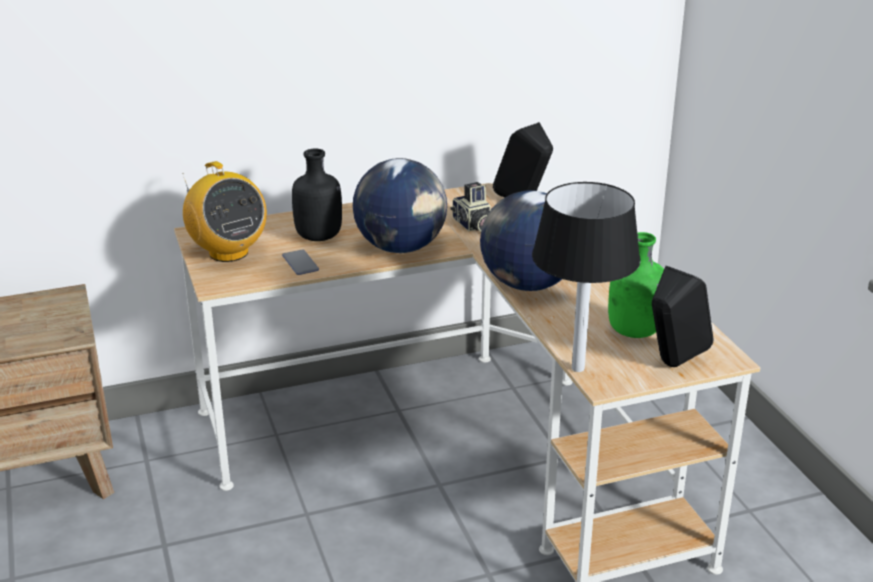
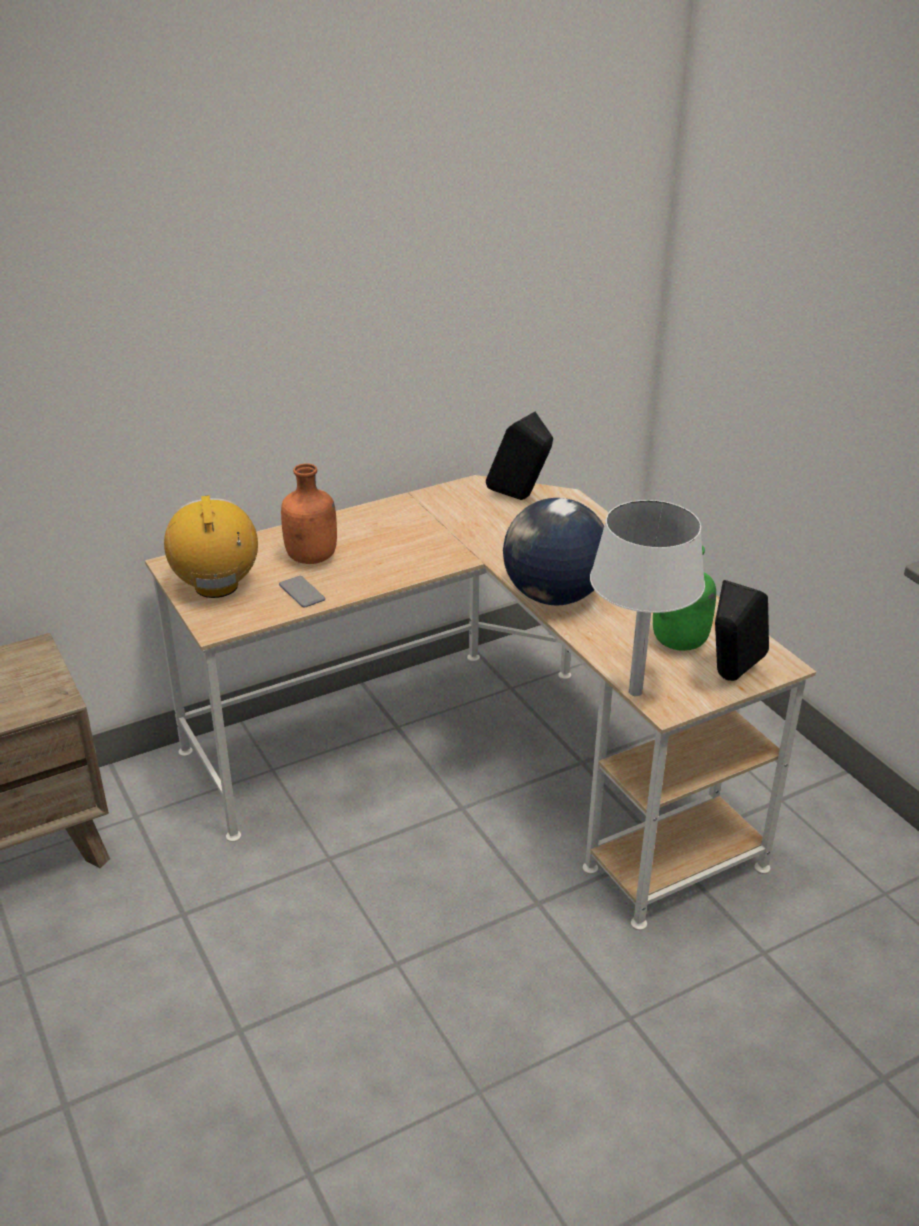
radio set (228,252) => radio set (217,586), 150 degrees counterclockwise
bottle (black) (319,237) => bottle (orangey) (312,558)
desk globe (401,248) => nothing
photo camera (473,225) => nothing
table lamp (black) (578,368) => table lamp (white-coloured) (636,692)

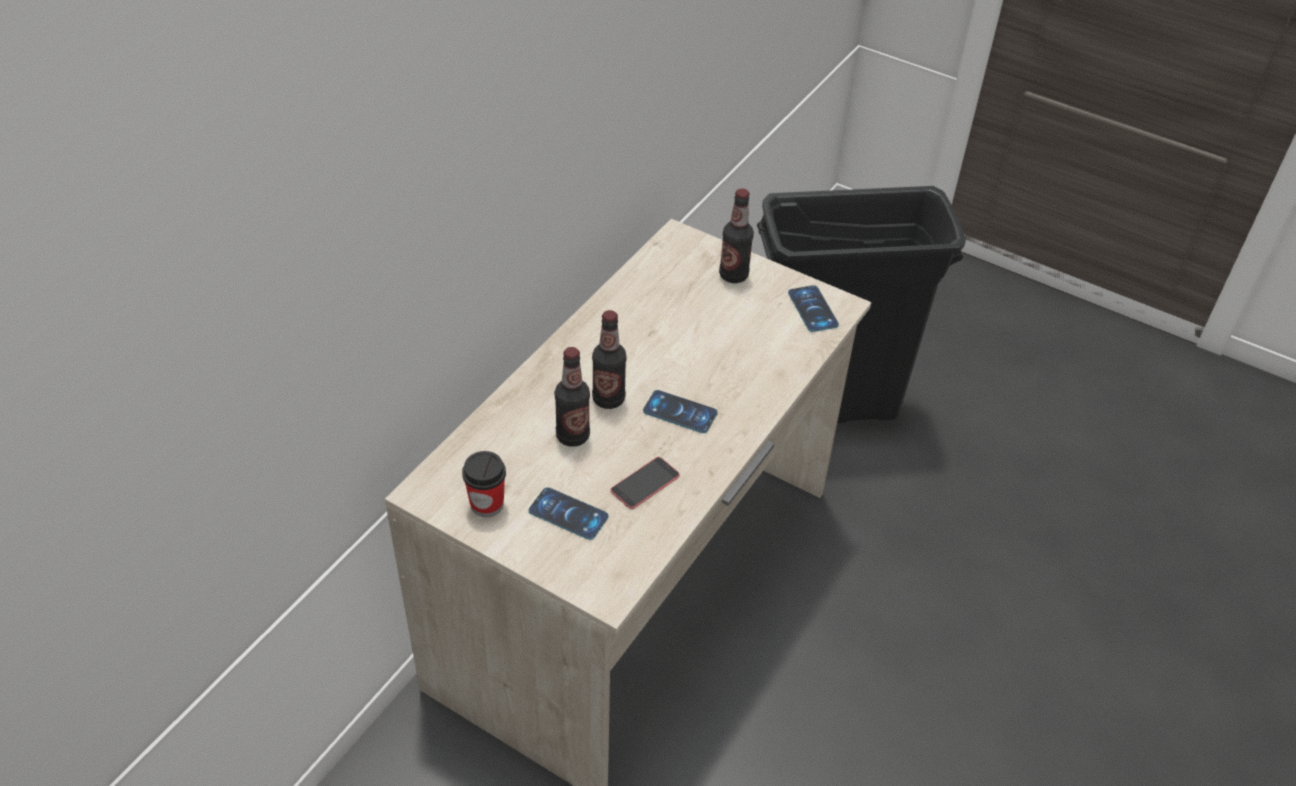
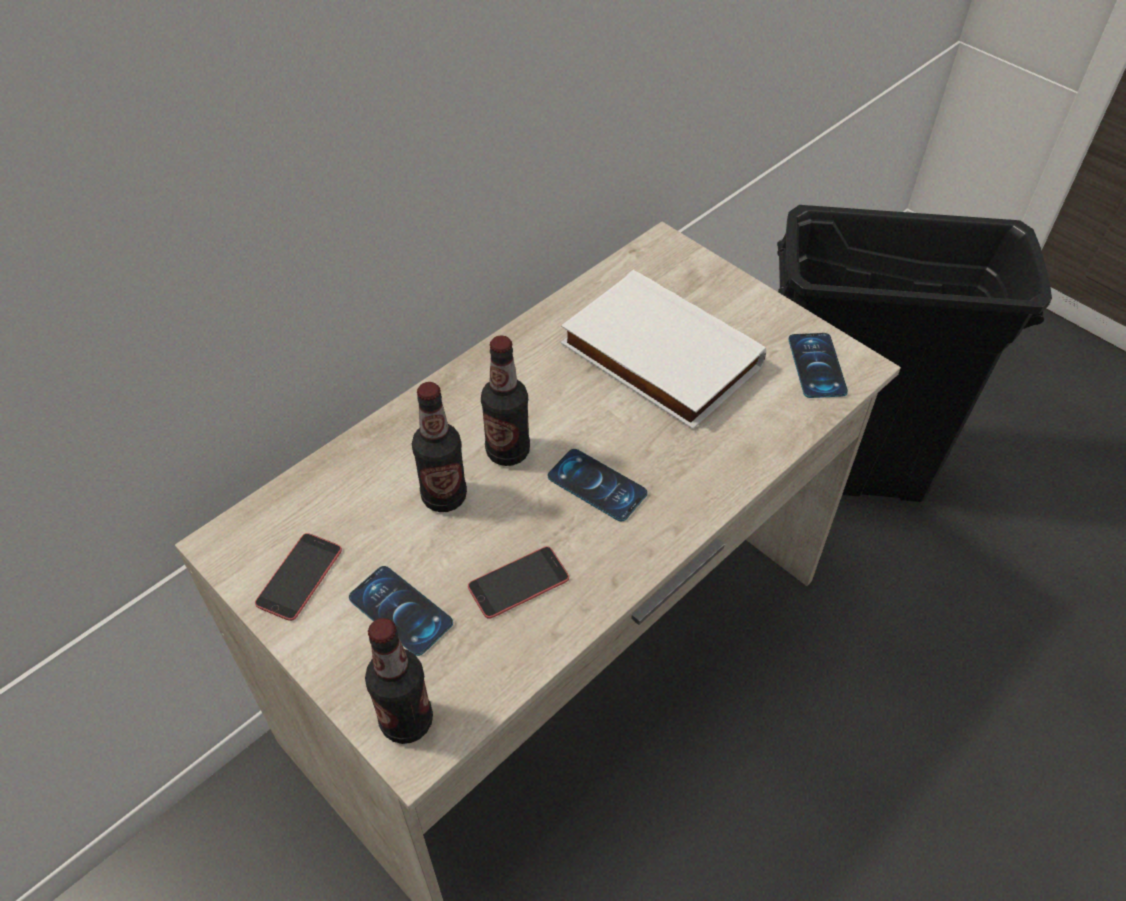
drinking cup (487,504) => telephone (299,576)
bottle (733,275) => bottle (406,721), shifted
nothing => book (white-coloured) (657,357)

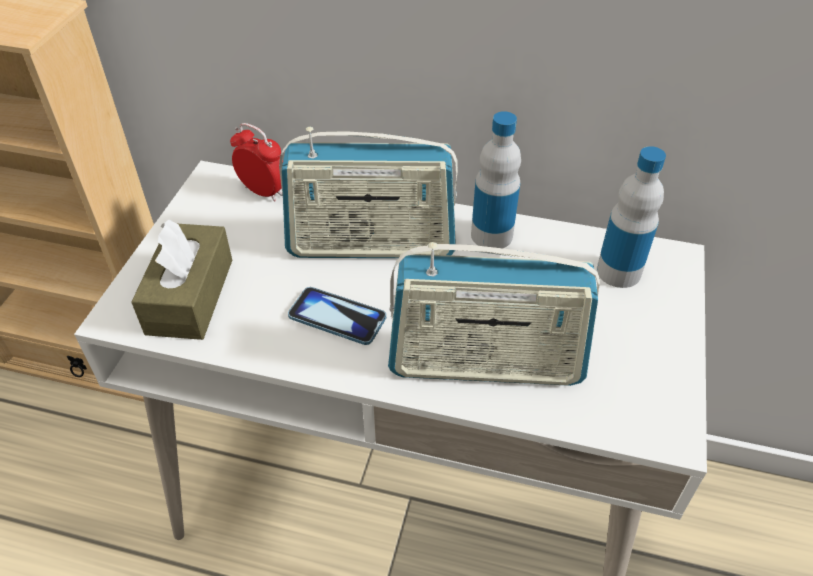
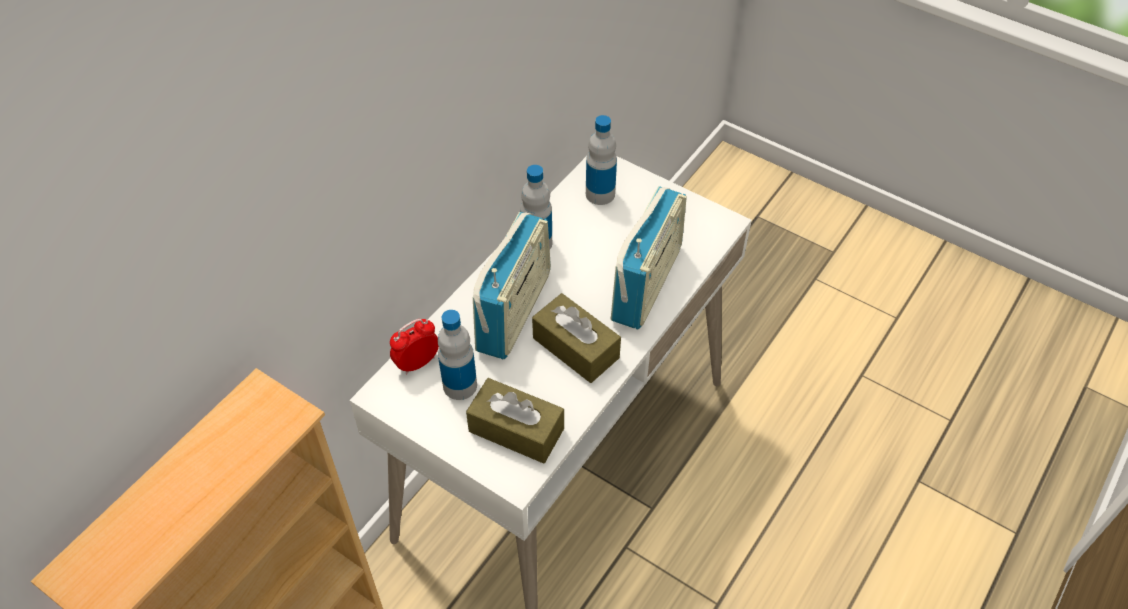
telephone (337,317) => box of tissues (brown) (575,348)
nothing => bottle (460,385)

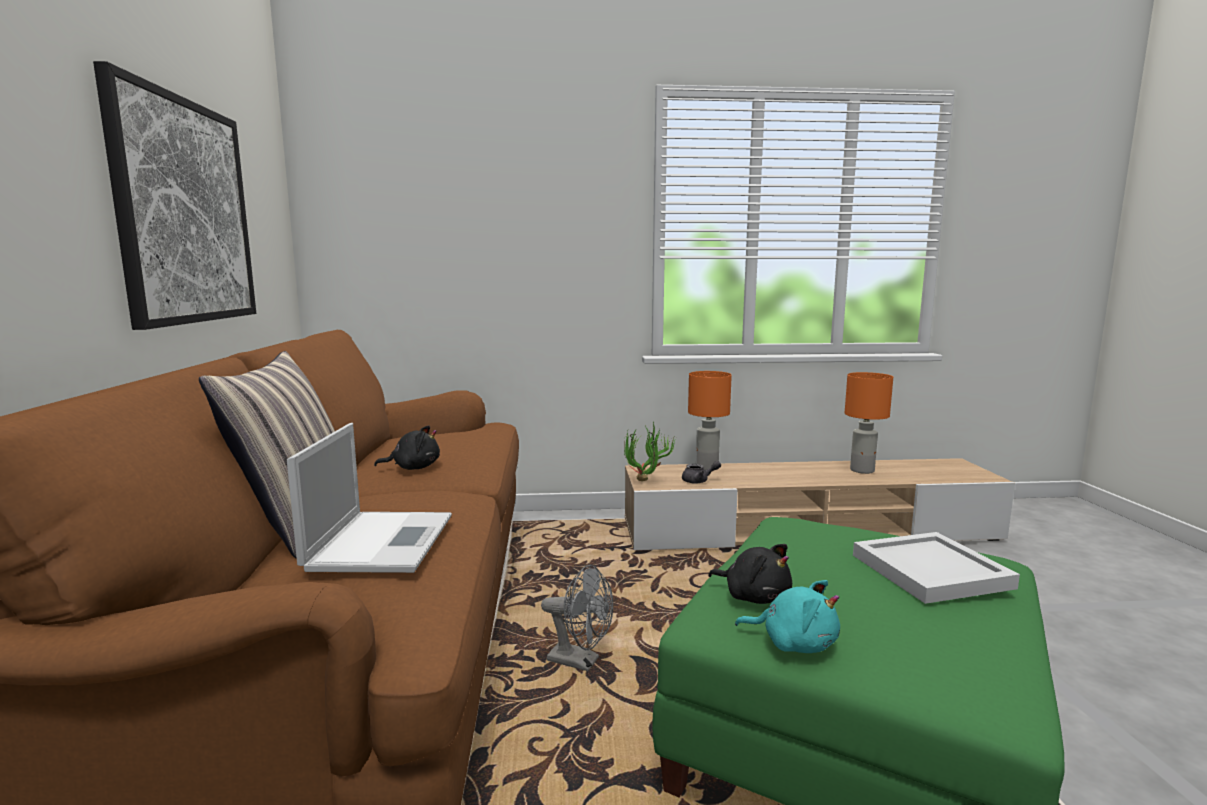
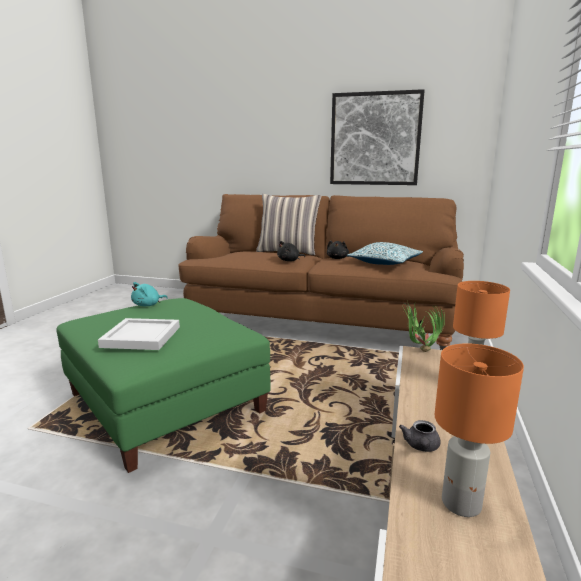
notebook computer (382,541) => nothing
electric fan (greyish) (581,662) => nothing
pot for tea (greyish) (699,481) => pot for tea (greyish) (421,447), shifted
cuddly toy (black) (754,596) => cuddly toy (black) (289,260), shifted
nothing => pillow (385,263)

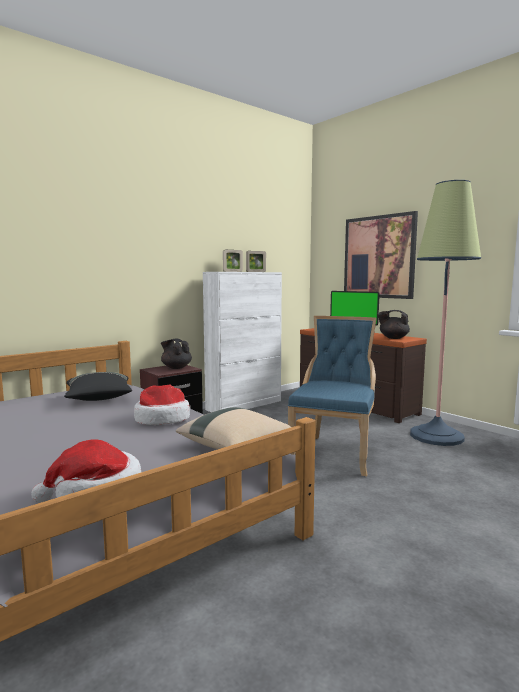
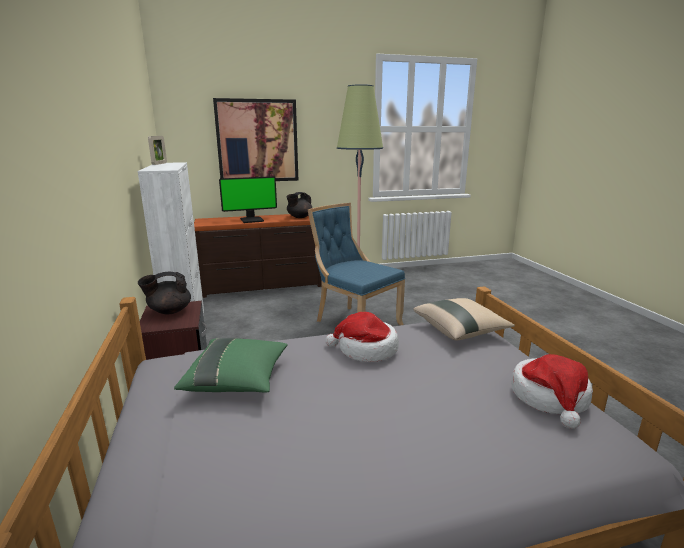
pillow (black) (99,399) => pillow (greenish) (237,380)
picture frame (233,271) => nothing

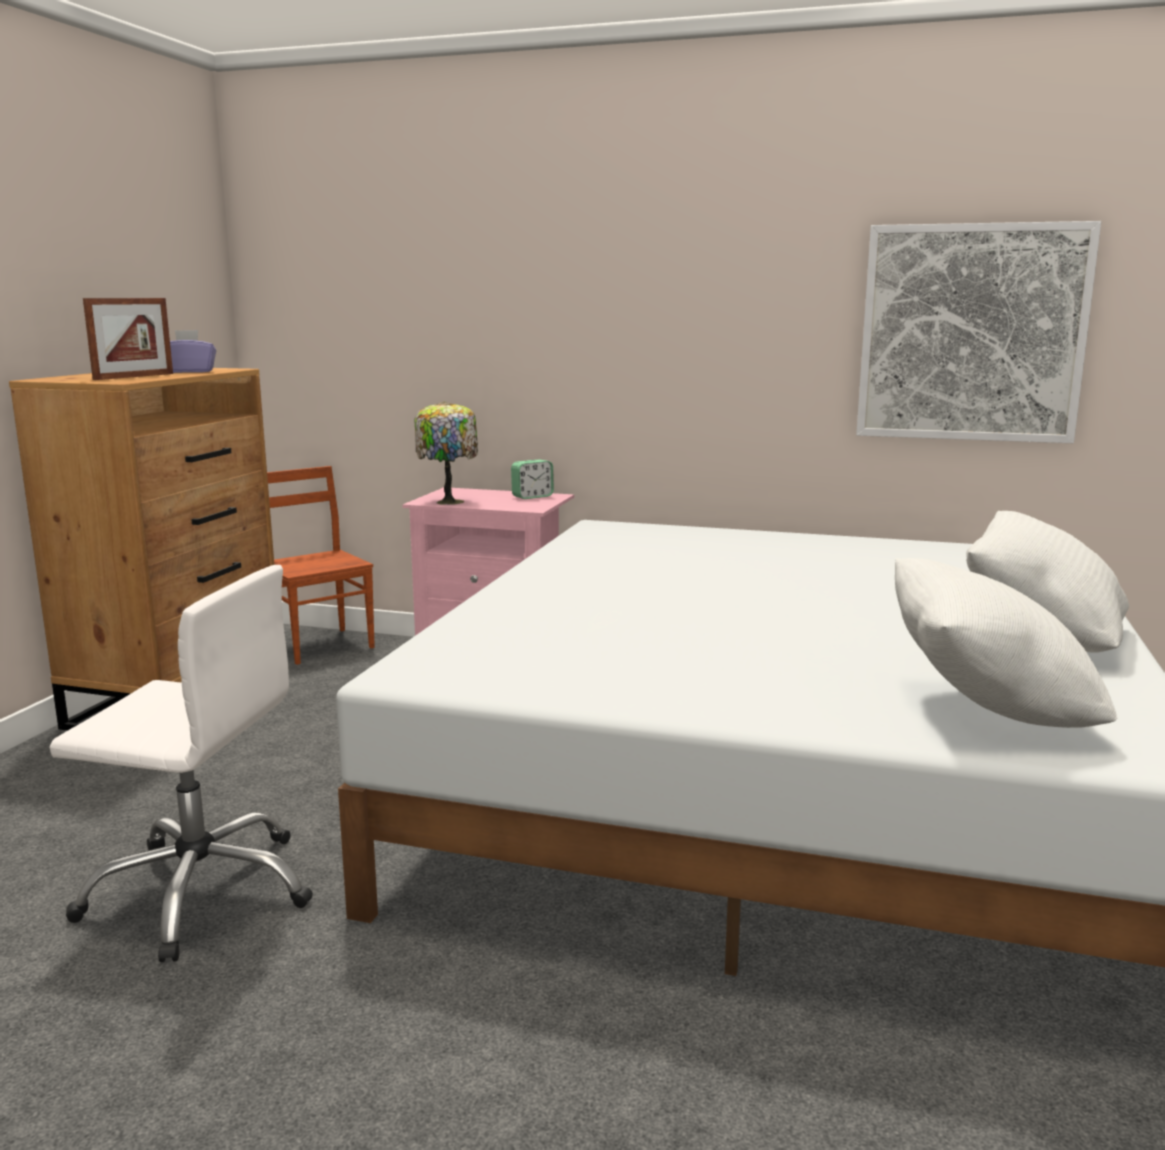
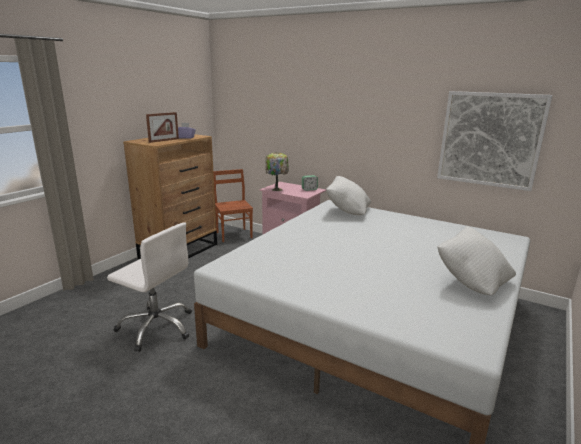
pillow (white-coloured) (986,711) => pillow (white-coloured) (347,211), shifted

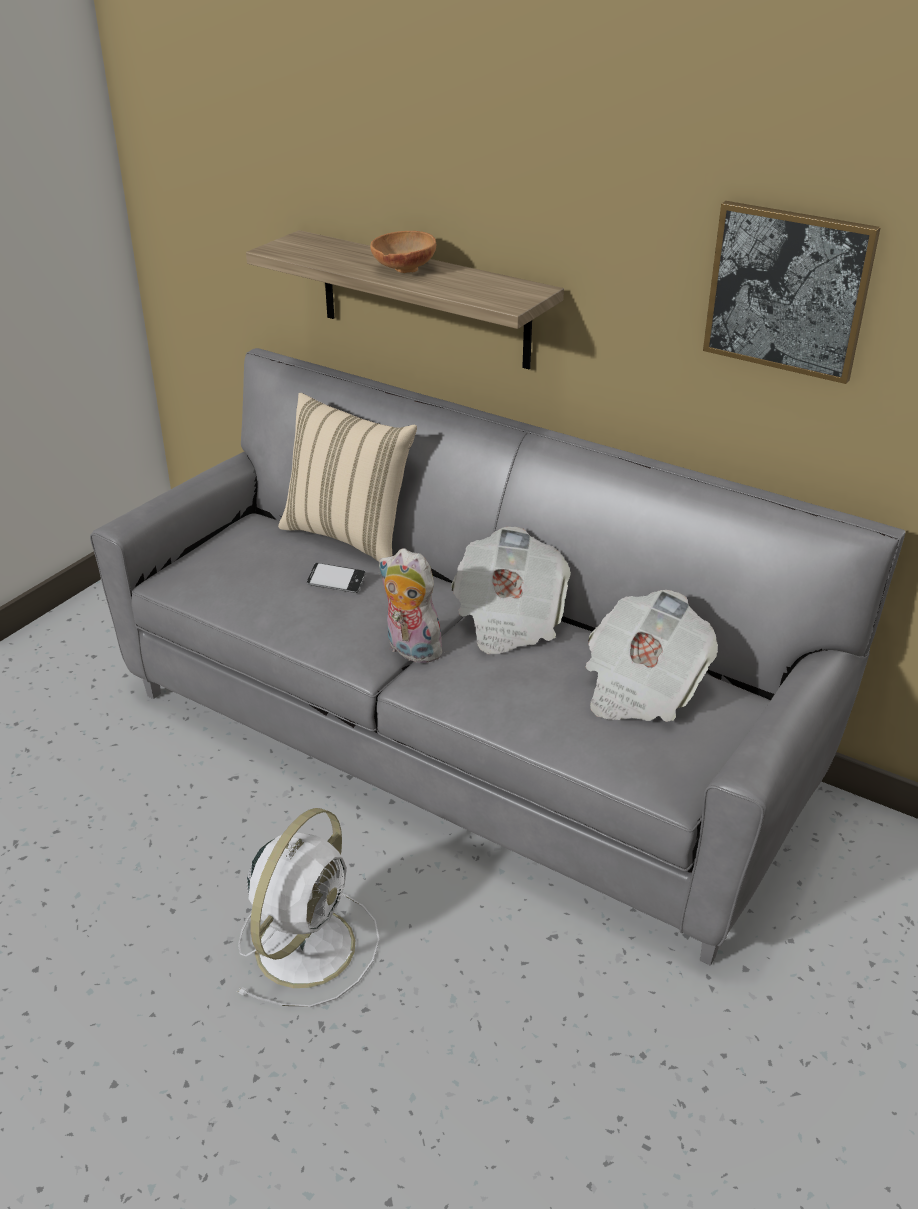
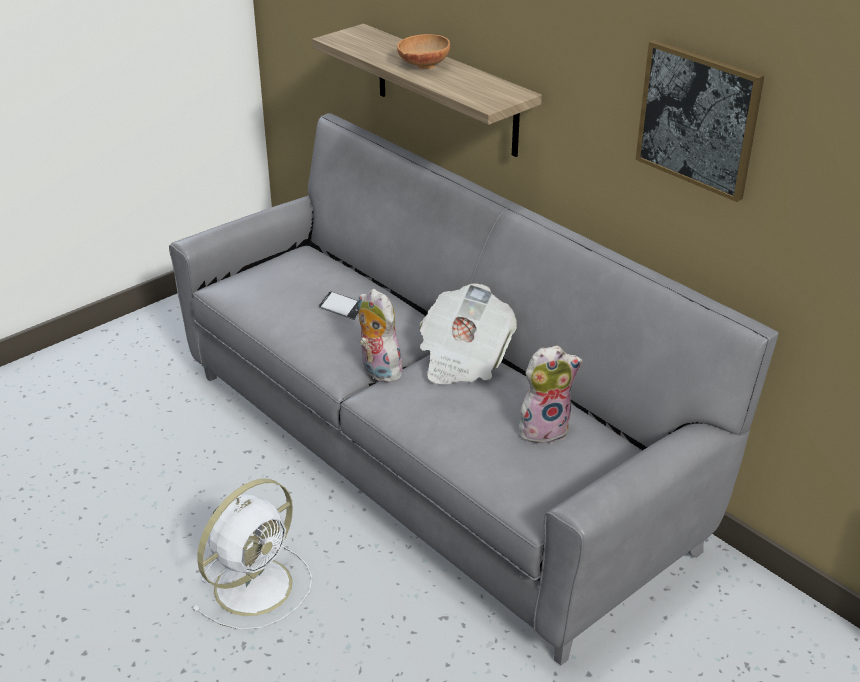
pillow (beige-coloured) (350,536) => nothing
daily paper (641,687) => cuddly toy (544,429)

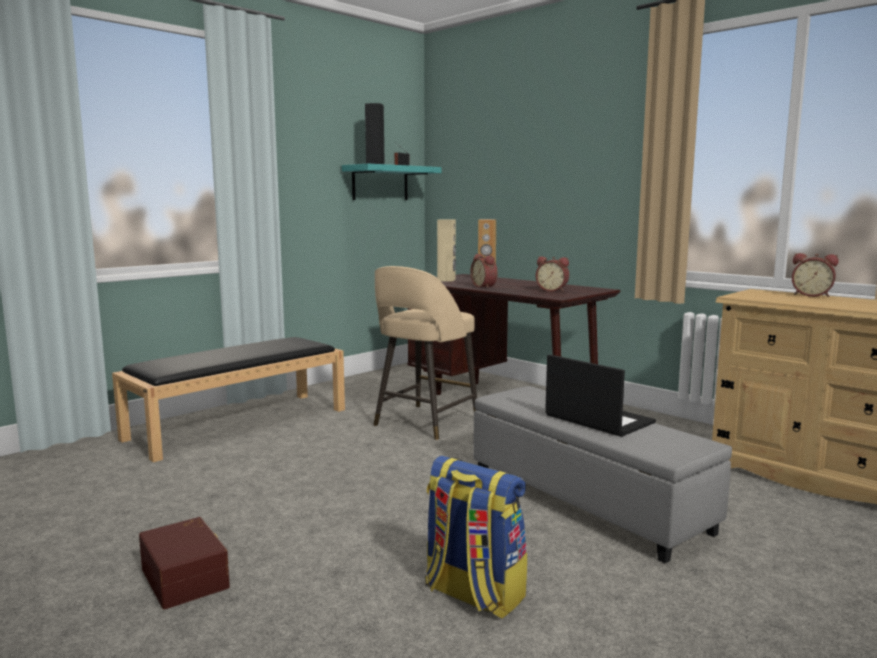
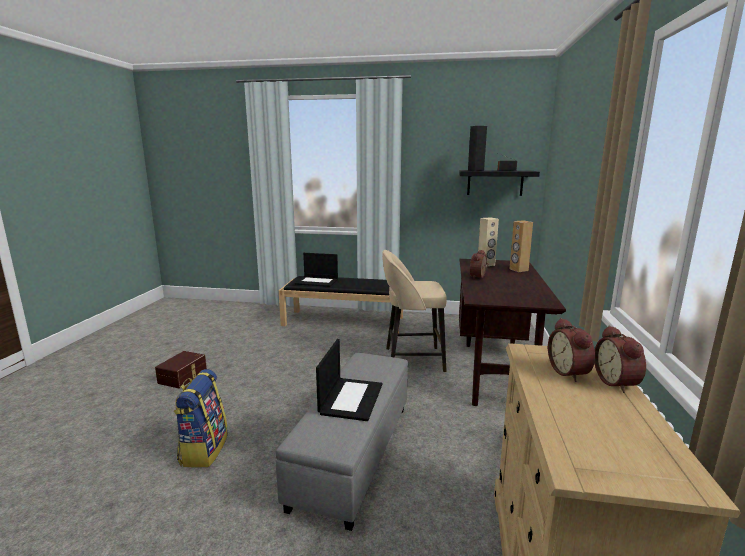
bracket shelf (blue-green) (380,183) => bracket shelf (black) (495,182)
table clock (552,290) => table clock (570,372), shifted
nothing => notebook computer (317,281)

